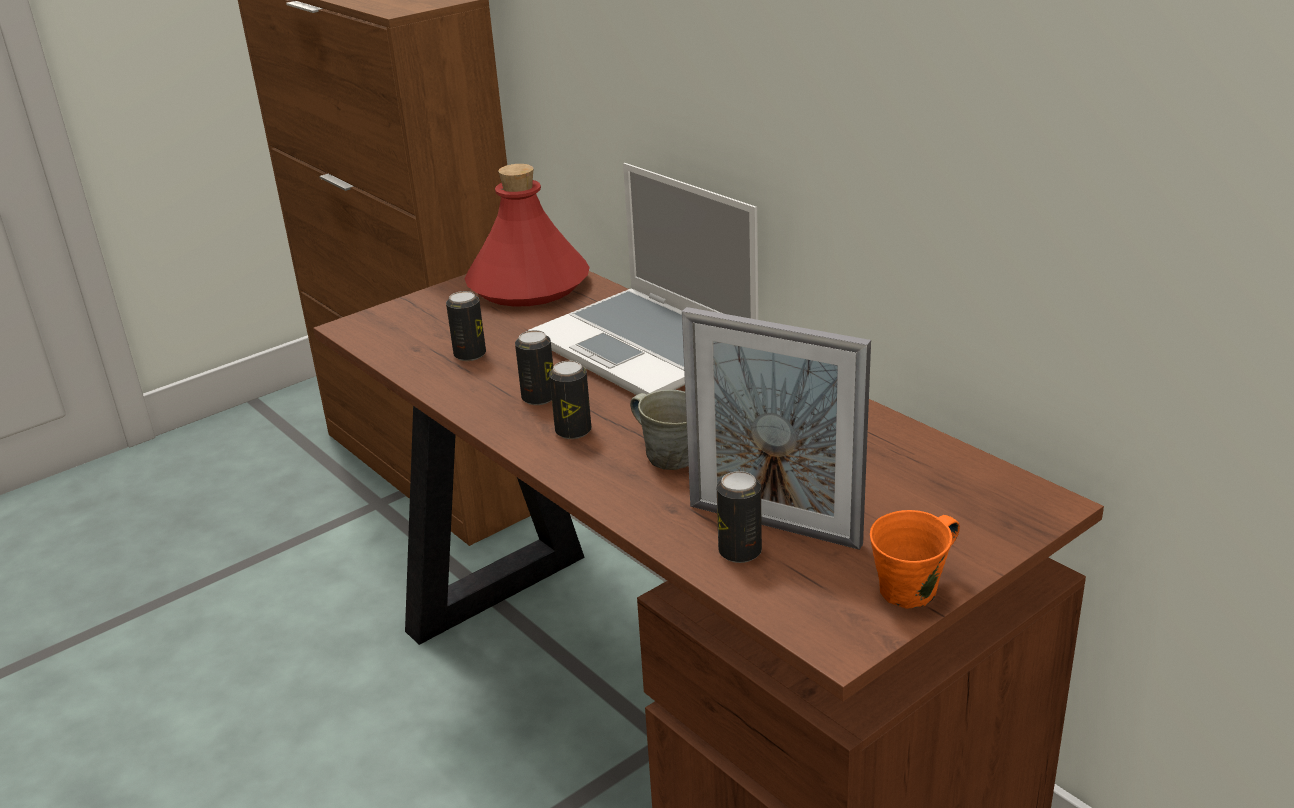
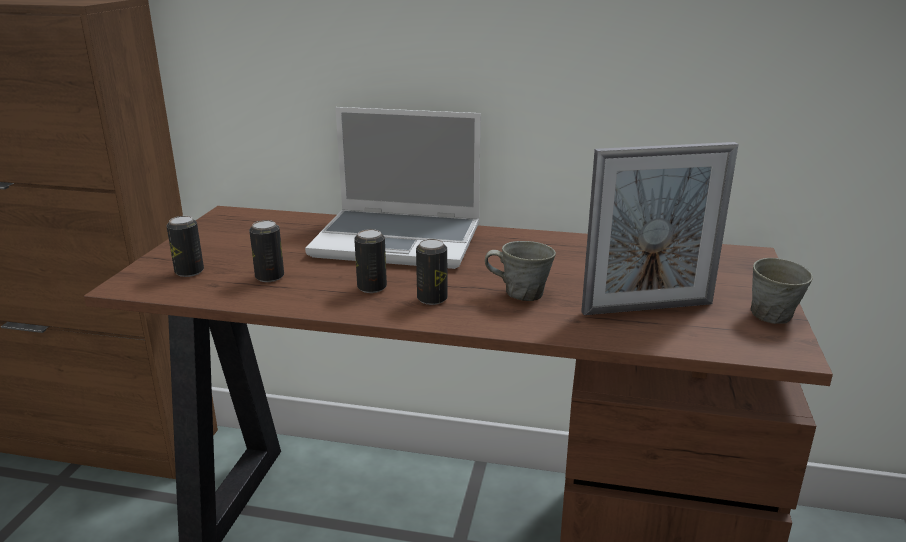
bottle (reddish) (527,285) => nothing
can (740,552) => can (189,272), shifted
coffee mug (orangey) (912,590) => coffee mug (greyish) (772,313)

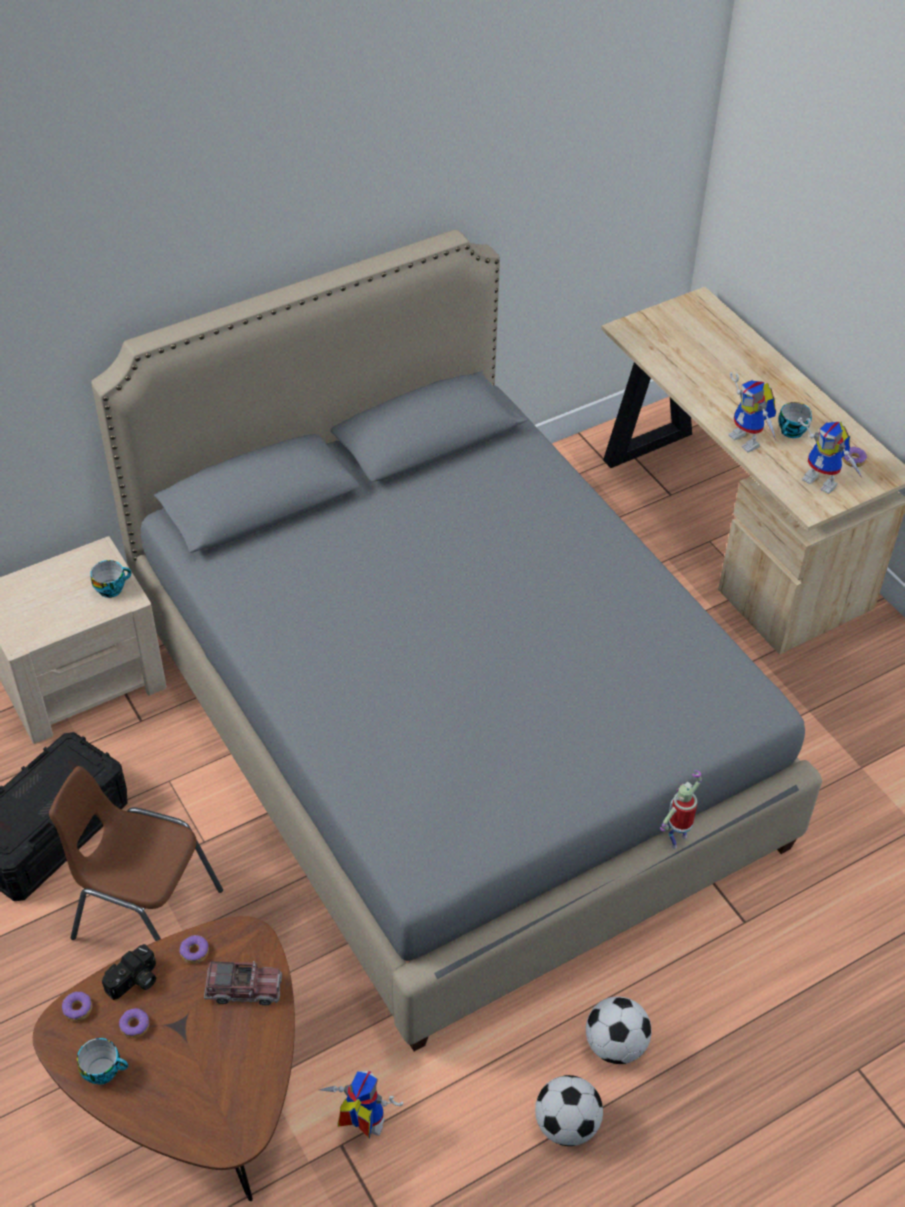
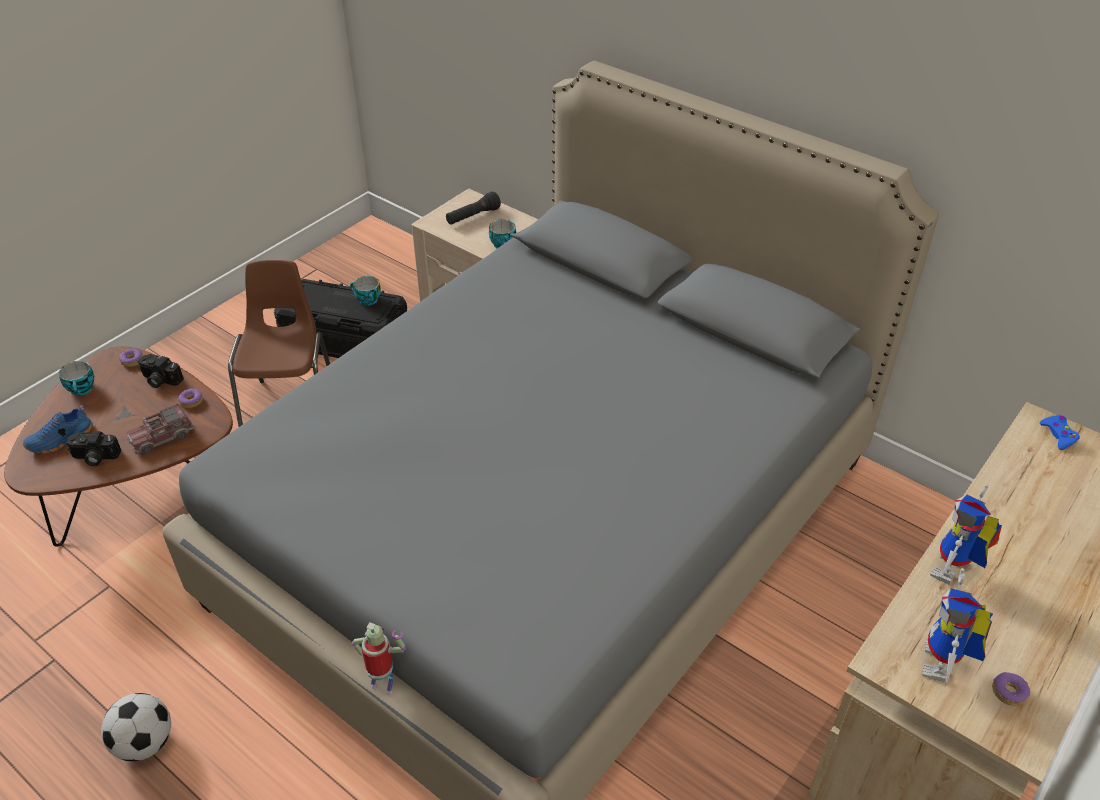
ring doughnut (135,1025) => nothing
model truck (244,989) => model truck (162,437), 75 degrees clockwise
model robot (359,1126) => nothing
football (615,1045) => nothing
drinking cup (792,432) => drinking cup (367,300), shifted
nothing => shoe (bluish) (61,440)
nothing => photo camera (94,457)
nothing => hand torch (black) (473,217)
nothing => joypad (bluish) (1058,435)

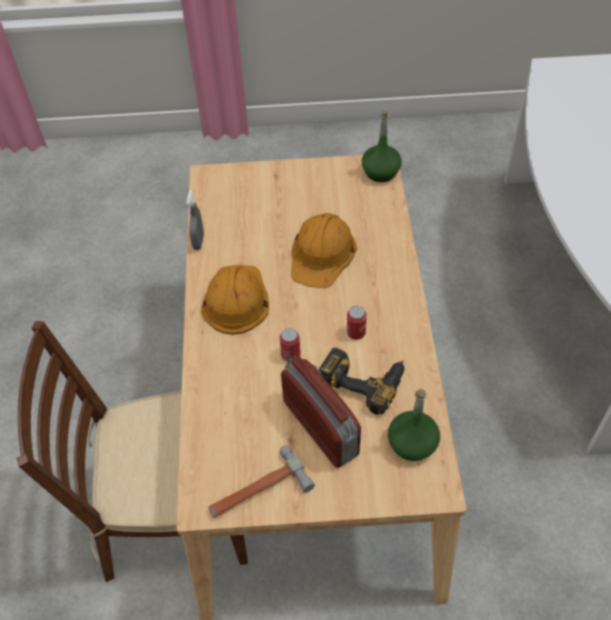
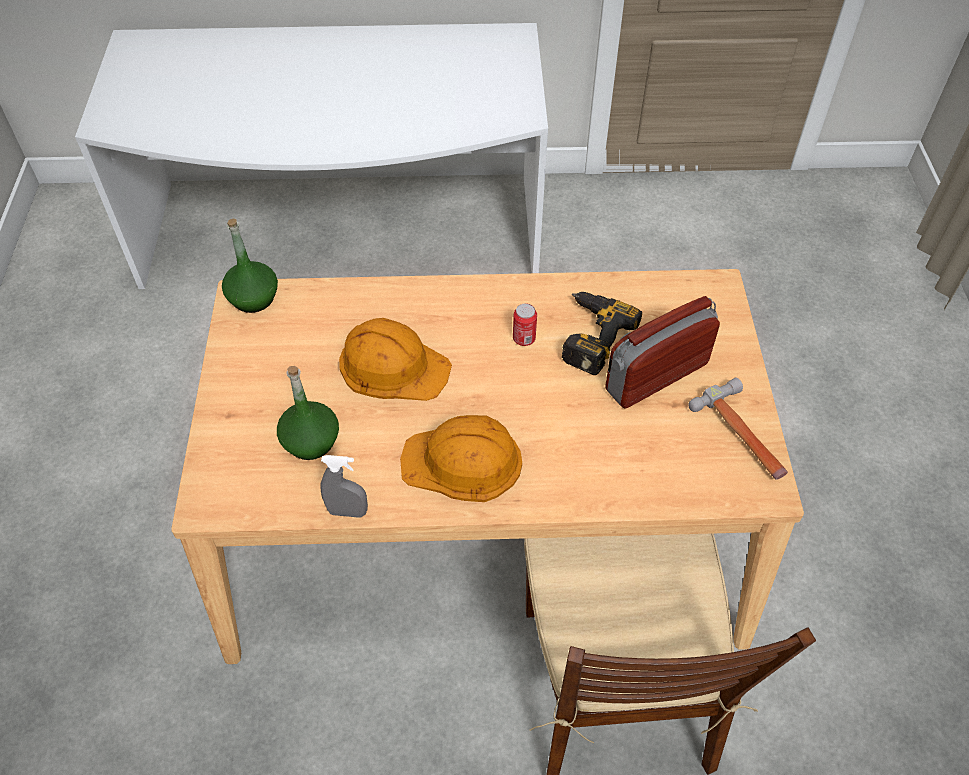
can (290,355) => nothing
bottle (greenish) (412,443) => bottle (greenish) (311,441), shifted

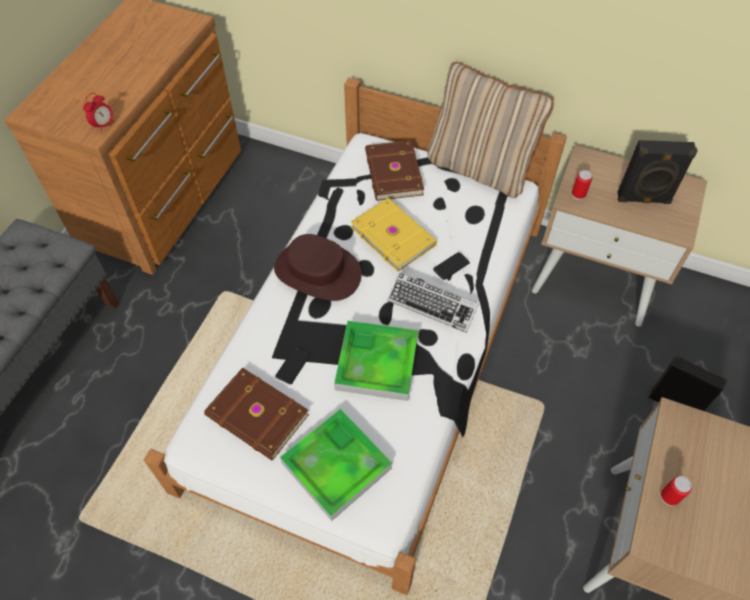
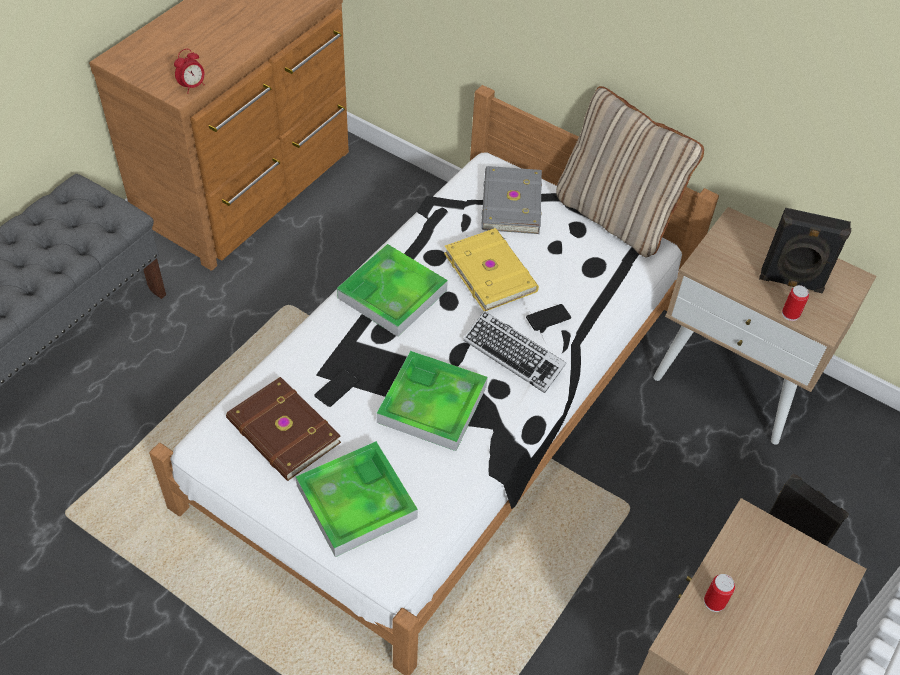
clothing hat (brown) (317,272) => carrying tray (392,294)
book (brown) (392,173) => book (greyish) (509,203)
can (578,194) => can (790,314), shifted

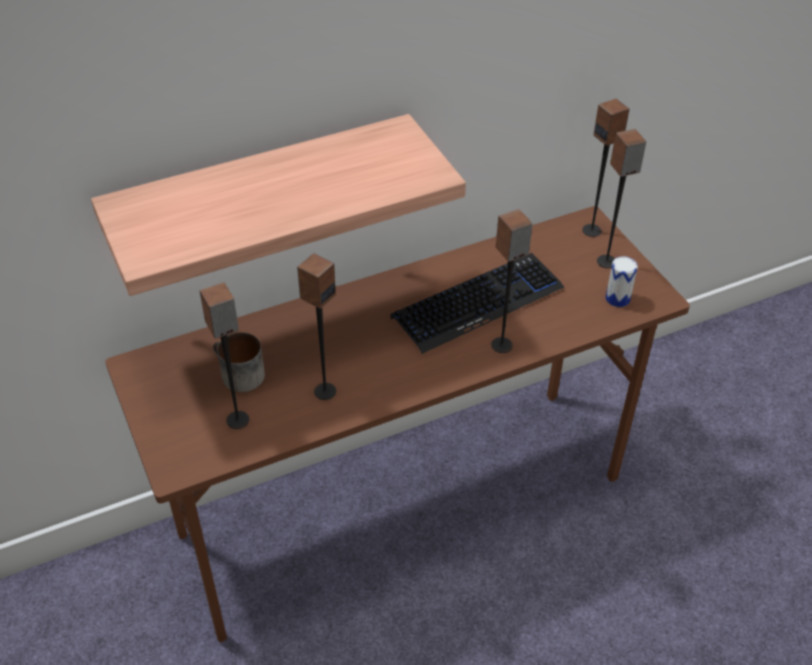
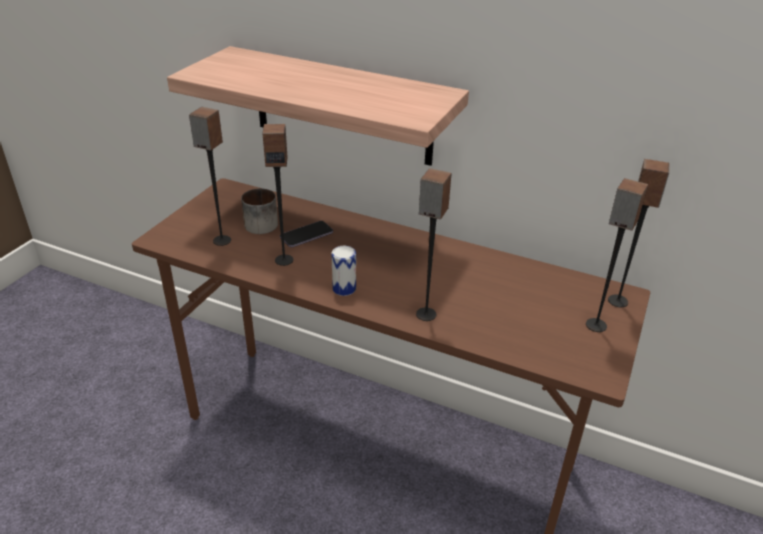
computer keyboard (478,303) => nothing
can (617,298) => can (344,288), shifted
nothing => telephone (306,235)

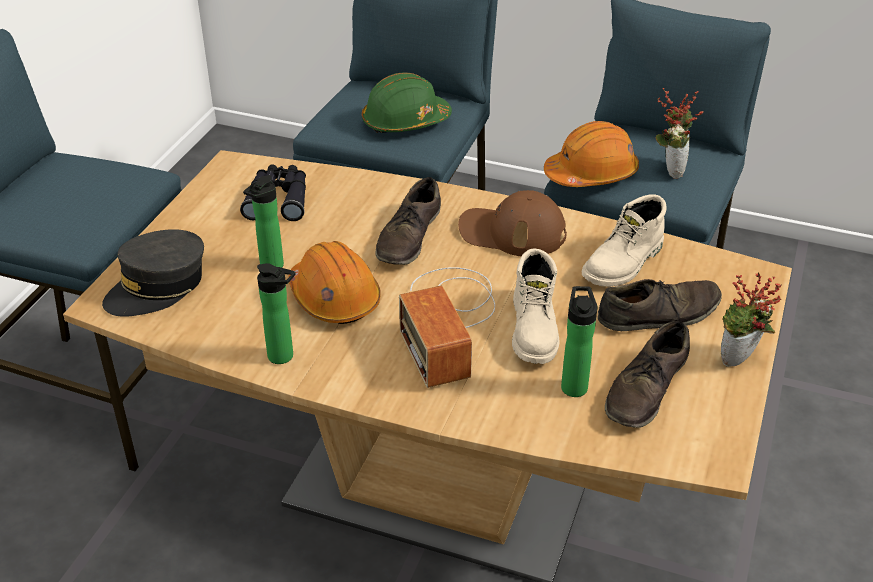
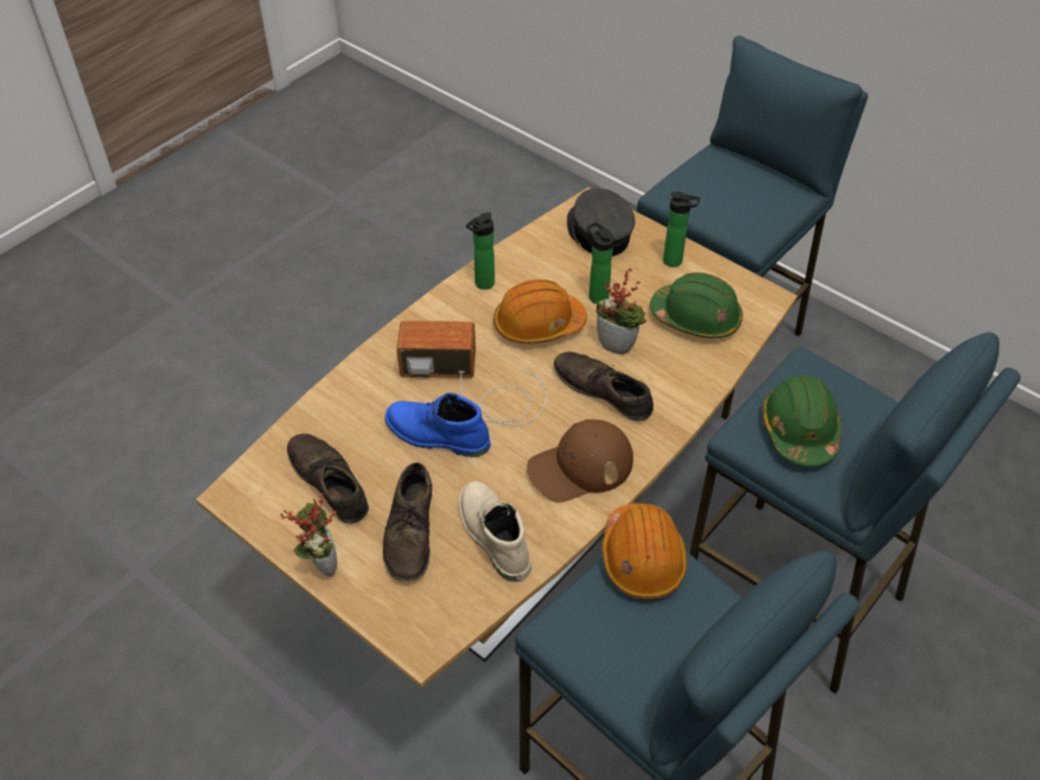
field glasses (black) (278,199) => work helmet (greenish) (696,318)
cap (brown) (512,232) => cap (brown) (580,467), 150 degrees counterclockwise
high-top boot (beige-coloured) (535,330) => high-top boot (bluish) (436,436)
bottle (574,385) => bottle (675,261), shifted
potted plant (670,169) => potted plant (618,345), shifted

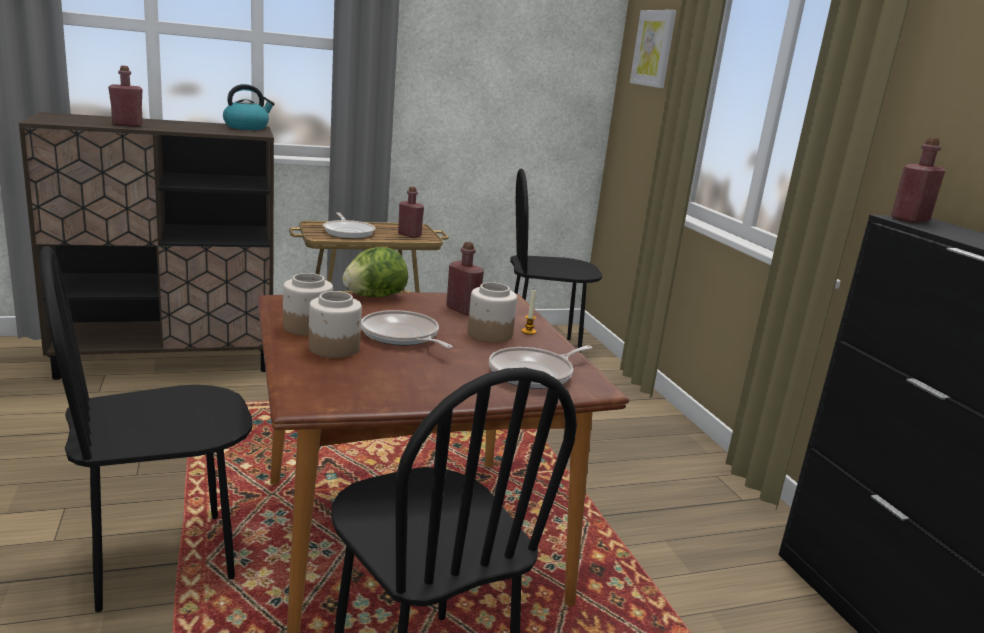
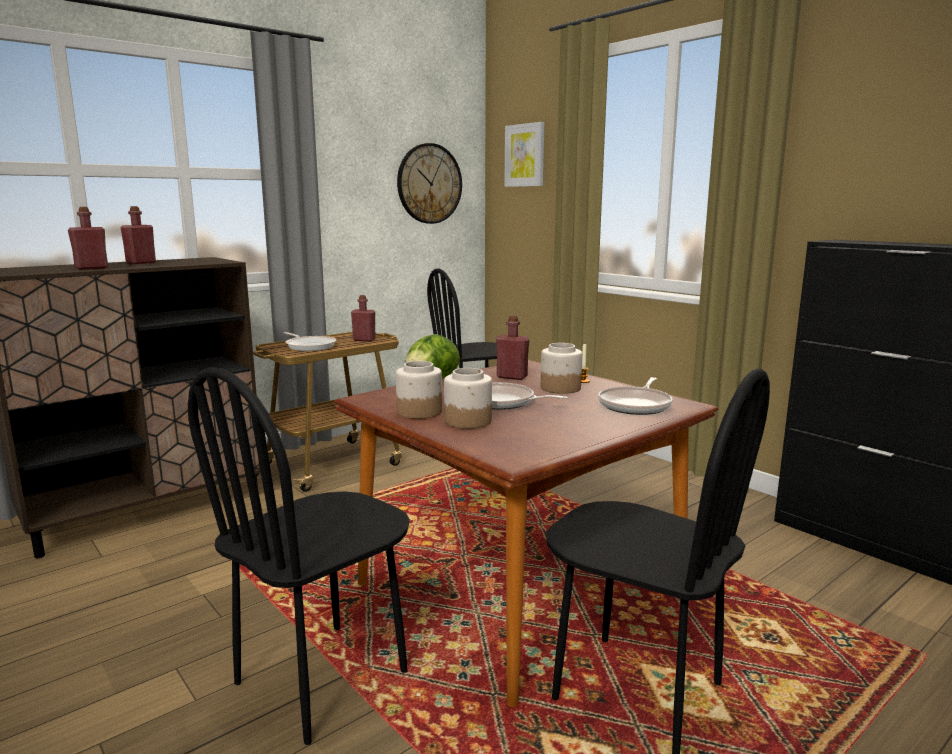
water kettle (247,127) => nothing
bottle (reddish) (910,220) => bottle (reddish) (141,263), shifted
nothing => wall clock (429,184)

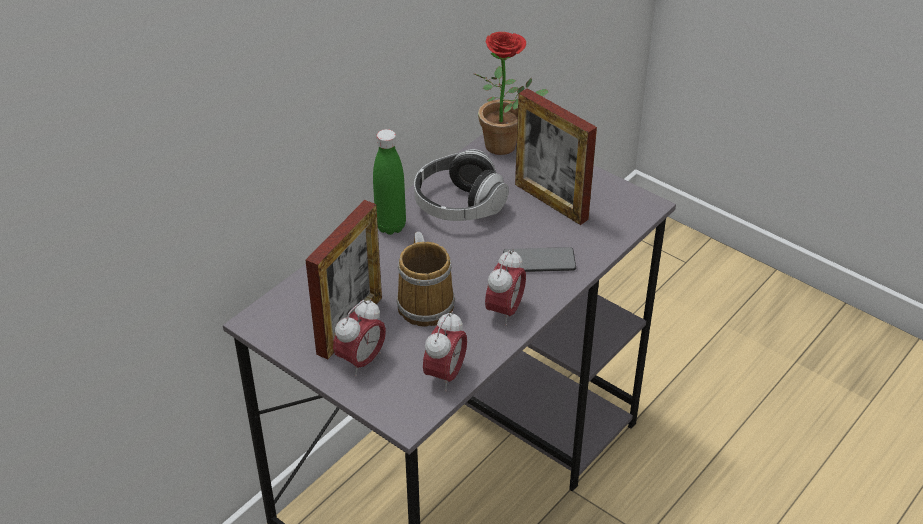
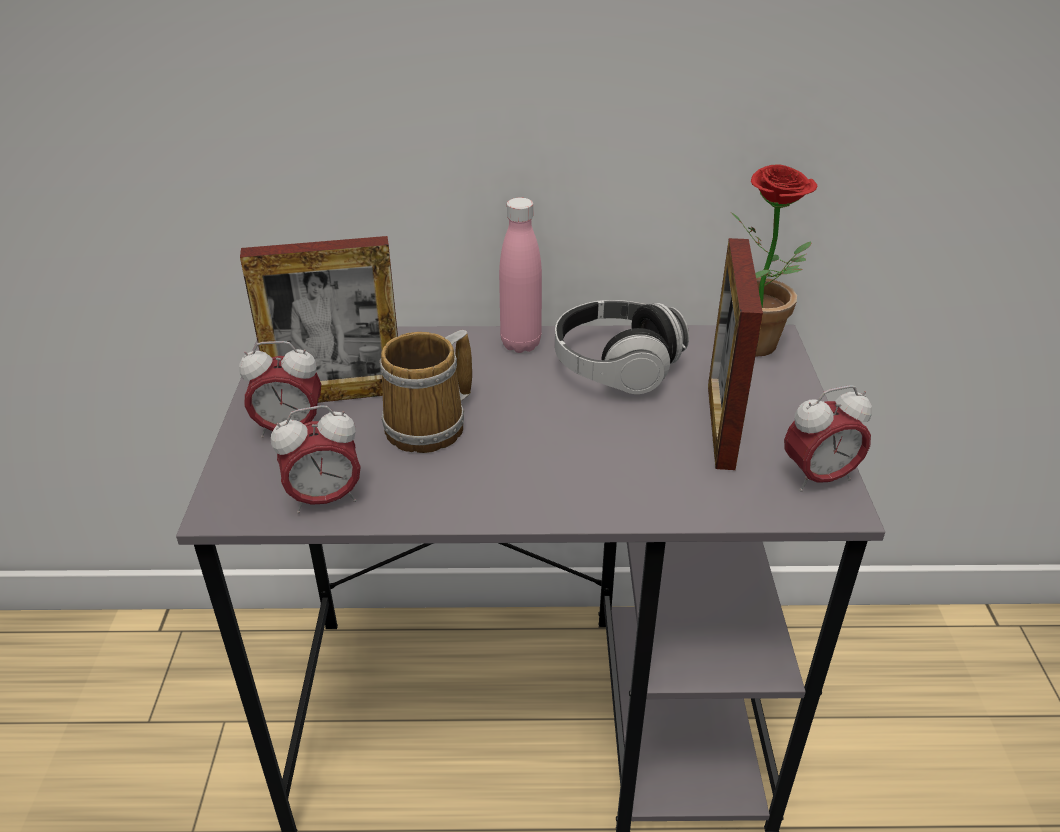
bottle (greenish) (390,226) => bottle (pinkish) (521,344)
table clock (504,311) => table clock (818,478), shifted
telephone (539,261) => nothing

